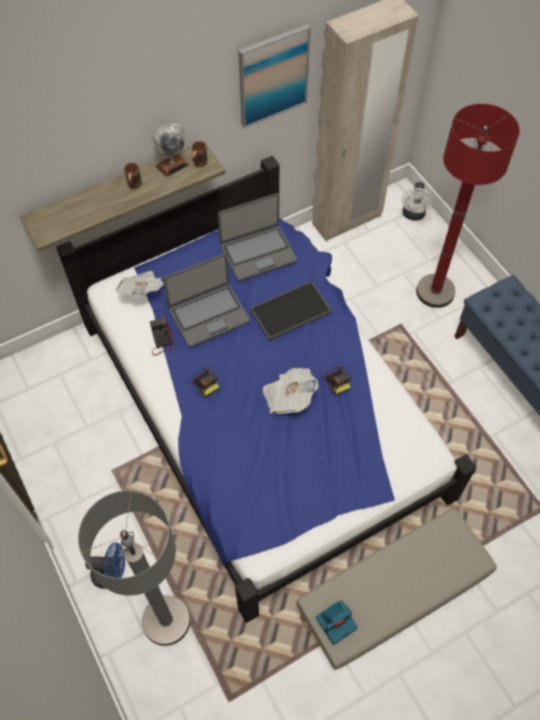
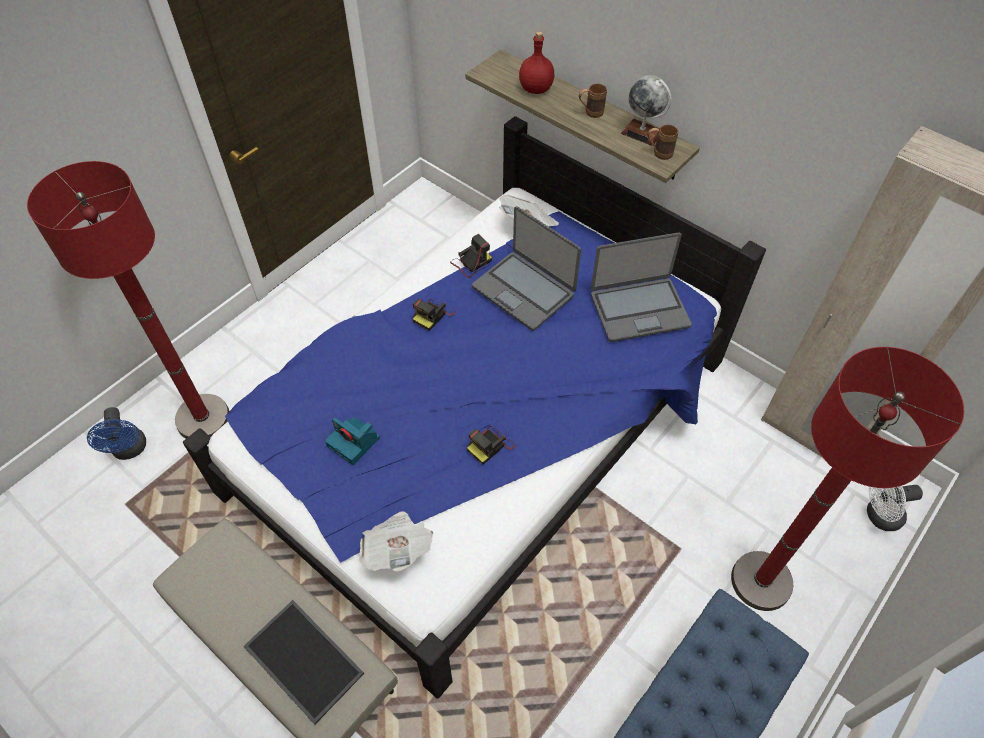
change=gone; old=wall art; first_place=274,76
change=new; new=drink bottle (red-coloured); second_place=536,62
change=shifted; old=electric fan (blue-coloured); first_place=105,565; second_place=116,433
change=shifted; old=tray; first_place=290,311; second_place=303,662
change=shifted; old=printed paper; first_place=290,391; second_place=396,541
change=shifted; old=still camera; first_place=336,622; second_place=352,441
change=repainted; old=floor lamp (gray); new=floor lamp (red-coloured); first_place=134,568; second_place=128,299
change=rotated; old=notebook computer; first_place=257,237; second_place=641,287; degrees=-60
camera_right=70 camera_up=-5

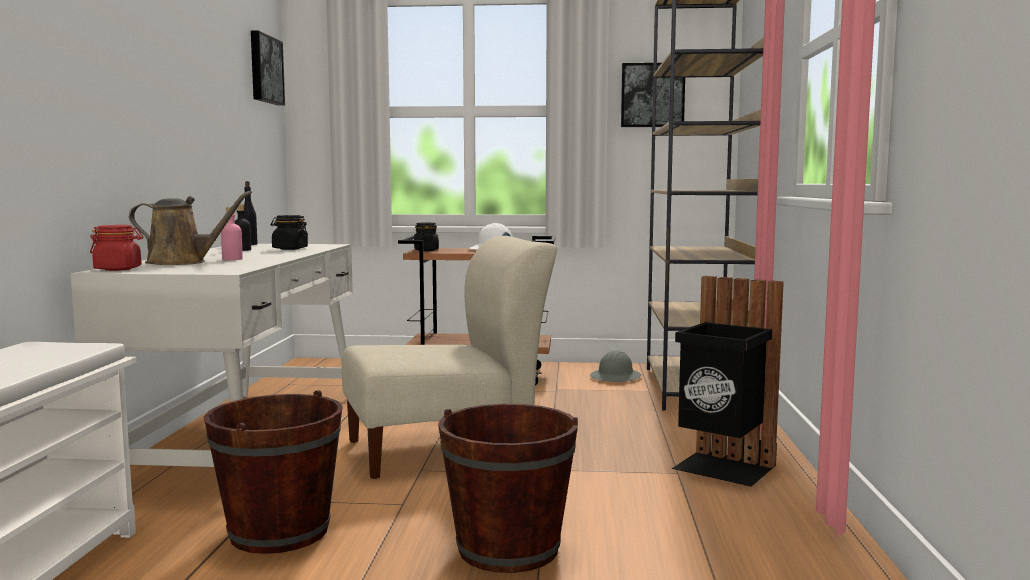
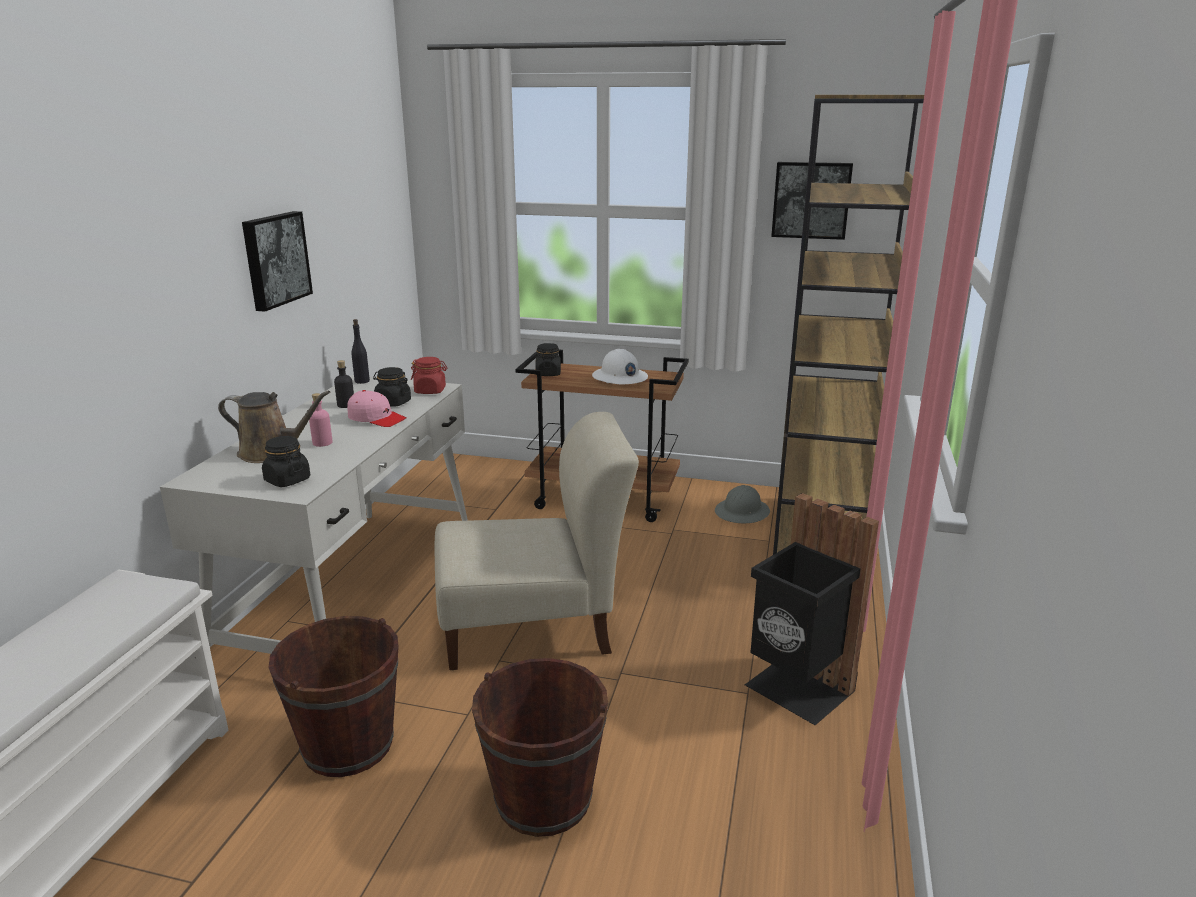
change=new; new=preserve jar (blackish); second_place=286,461
change=new; new=cap (pink-coloured); second_place=376,408
change=shifted; old=preserve jar (red-coloured); first_place=116,248; second_place=429,375
change=shifted; old=wall art; first_place=268,68; second_place=277,261
camera_right=10 camera_up=15

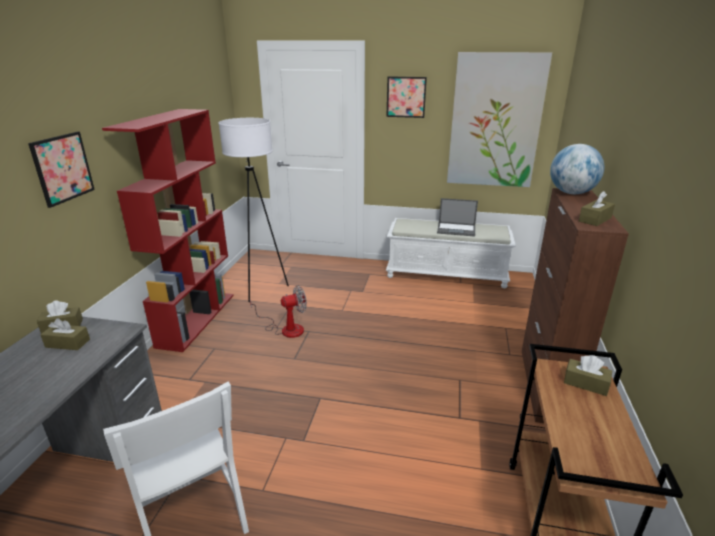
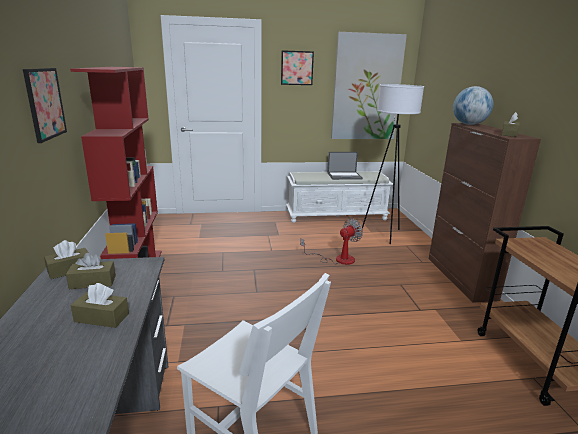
change=shifted; old=floor lamp (whitish); first_place=253,210; second_place=393,164
change=shifted; old=electric fan; first_place=278,312; second_place=331,242
change=shifted; old=tissue holder (brownish); first_place=588,375; second_place=100,305
camera_right=-20 camera_up=-5

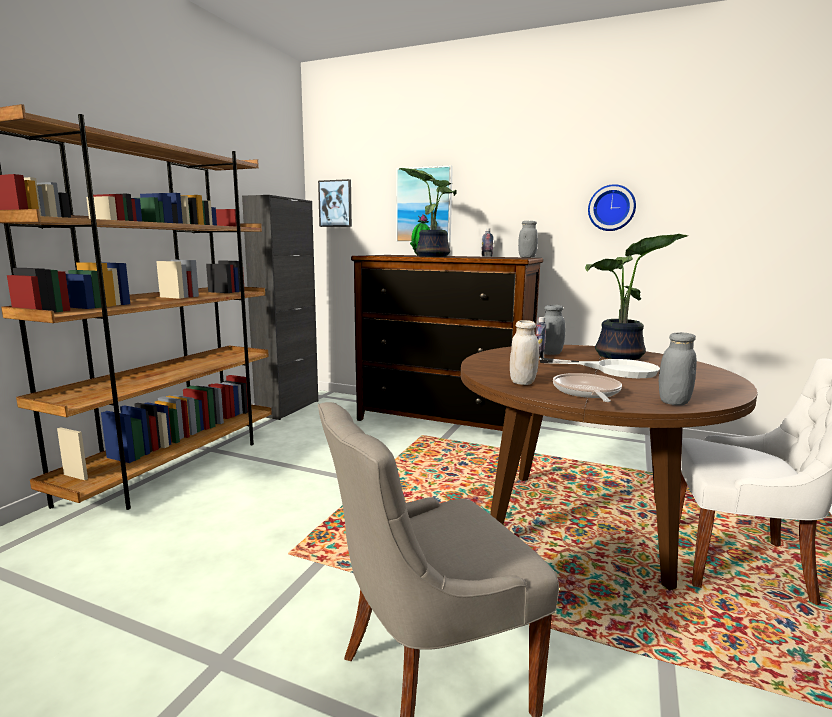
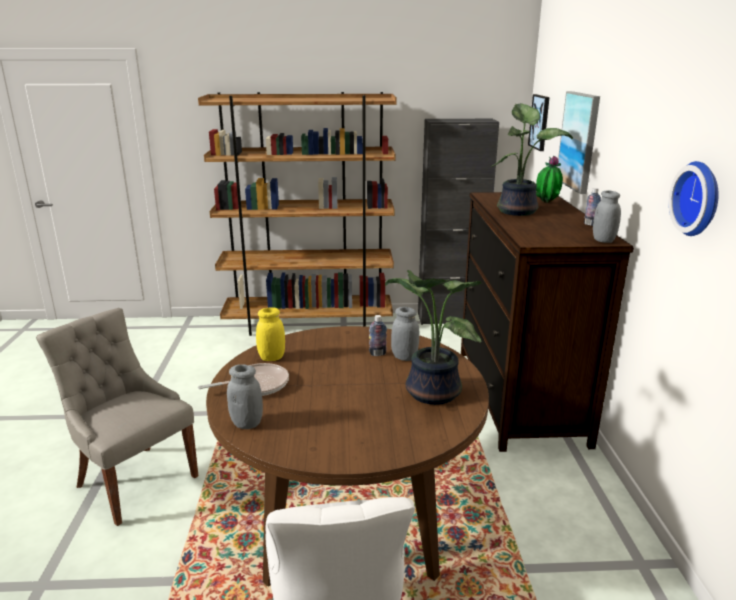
change=gone; old=frying pan (whitish); first_place=599,368
change=repainted; old=preserve jar (whitish); new=preserve jar (yellowish); first_place=524,352; second_place=270,334
camera_right=65 camera_up=10

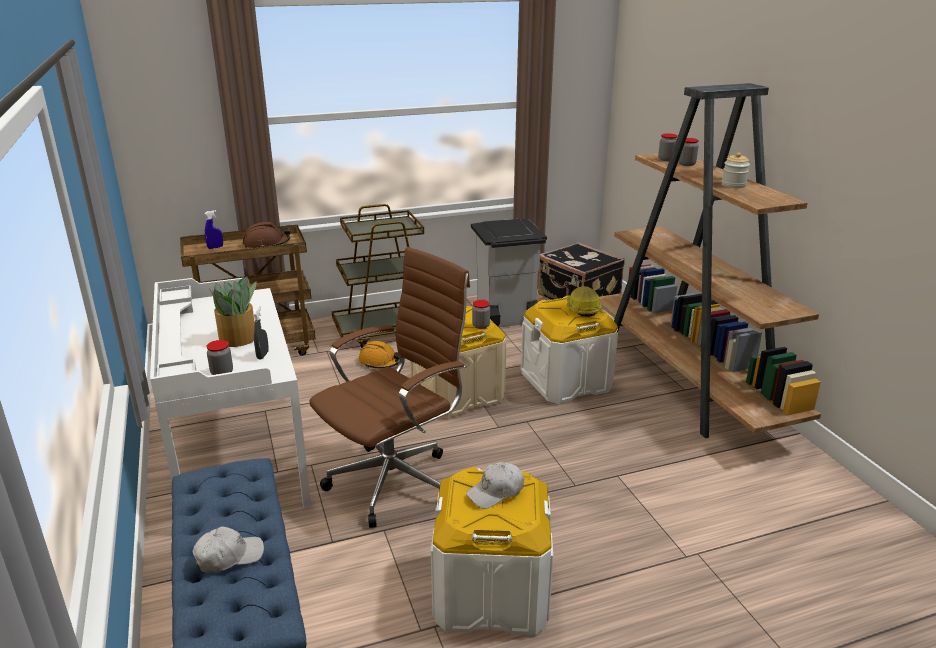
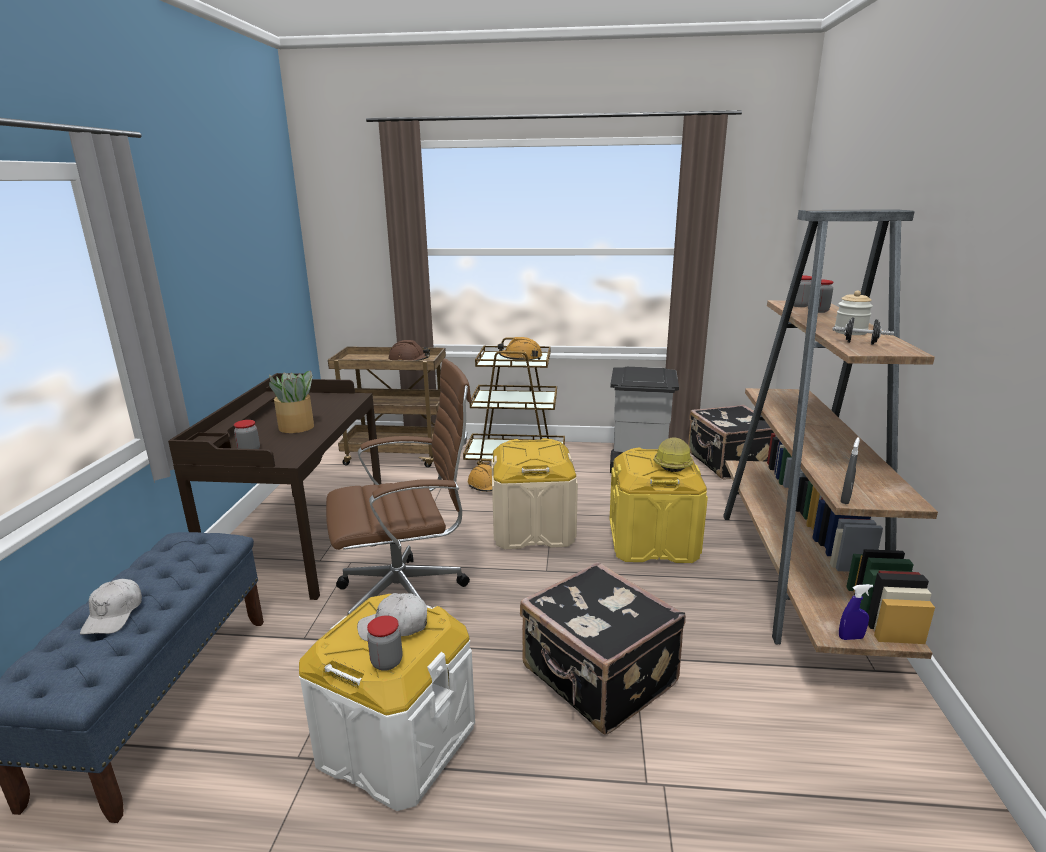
change=new; new=safety helmet (orangey); second_place=520,348
change=new; new=travel case (blackish); second_place=603,648
change=new; new=dumbbell (blackish); second_place=863,331
change=shifted; old=spray bottle (blue-coloured); first_place=214,229; second_place=856,612
change=shifted; old=spray bottle (gray); first_place=261,332; second_place=850,470
change=shifted; old=preserve jar; first_place=481,314; second_place=385,643
change=repainted; old=desk unit (whitish); new=desk unit (brownish); first_place=231,393; second_place=274,486
change=repainted; old=storage box (whitish); new=storage box (yellowish); first_place=569,350; second_place=659,505
change=rotated; old=cap (whitish); first_place=228,549; second_place=111,607; degrees=90
camera_right=25 camera_up=-5

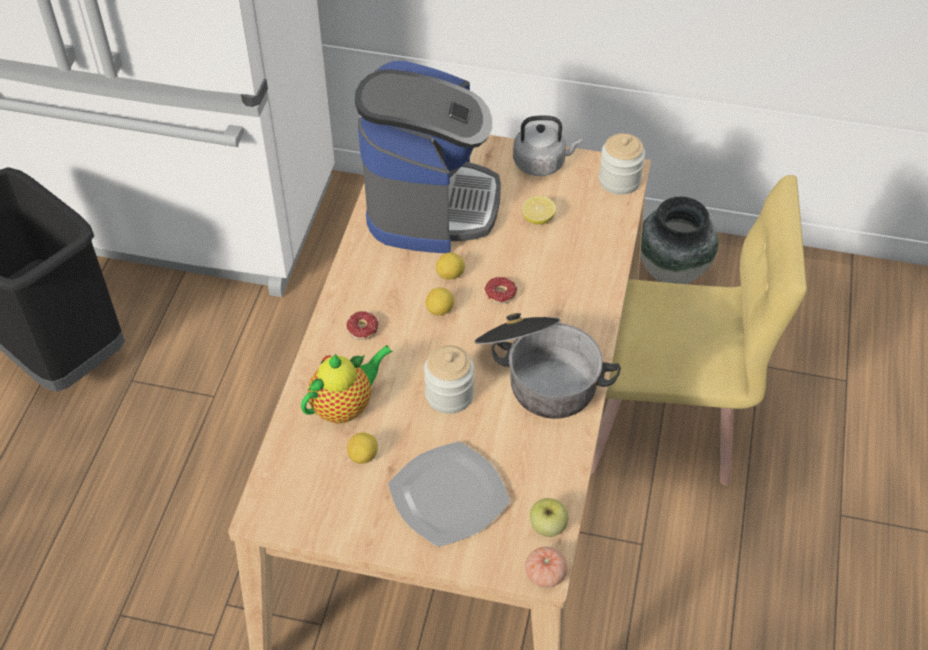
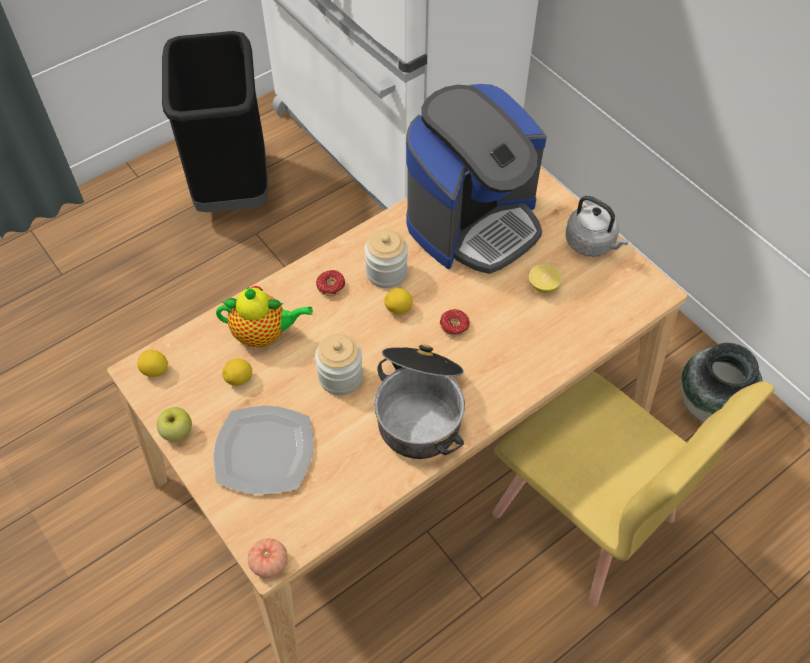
change=shifted; old=whole lemon; first_place=450,266; second_place=152,363
change=shifted; old=apple; first_place=549,517; second_place=174,424
change=shifted; old=preserve jar; first_place=622,164; second_place=386,258
camera_right=40 camera_up=5

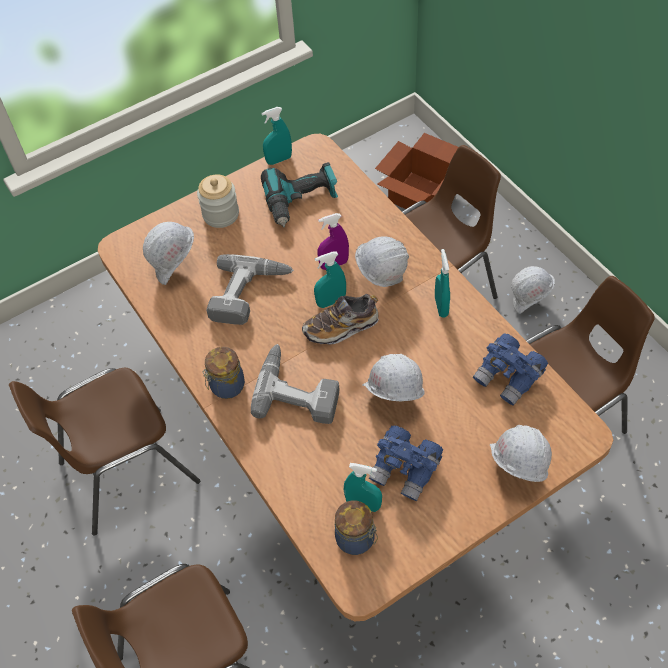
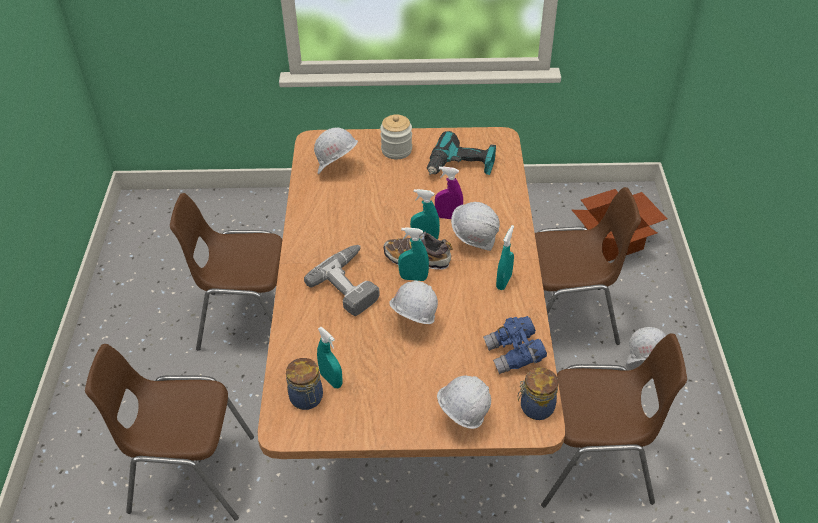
change=gone; old=drill; first_place=250,289
change=gone; old=field glasses (blue-coloured); first_place=406,463
change=shifted; old=preserve jar; first_place=223,373; second_place=538,393
change=shifted; old=spray bottle (turquoise); first_place=277,136; second_place=413,254
camera_right=30 camera_up=-10

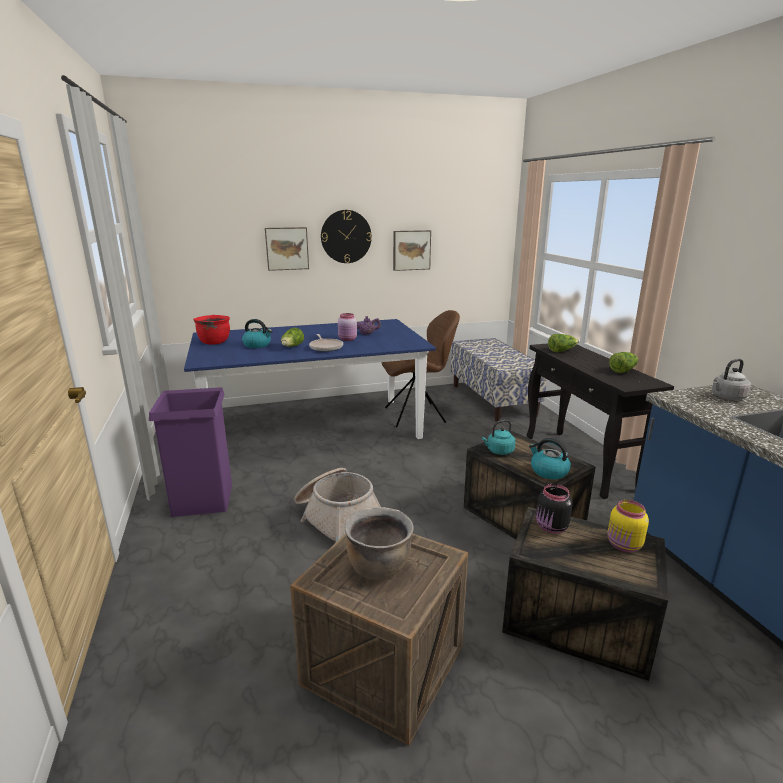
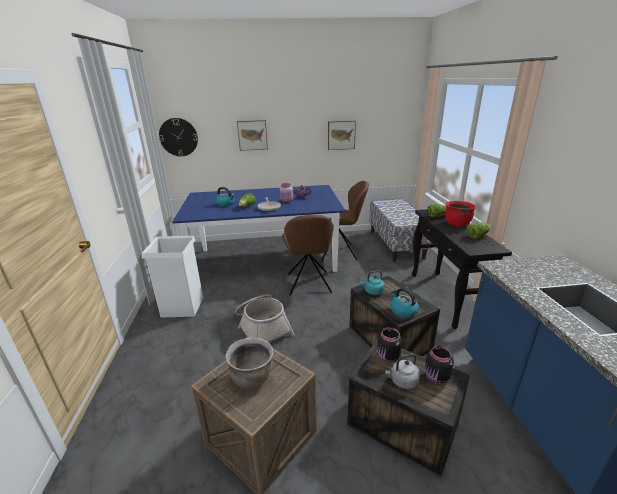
change=new; new=upright chair (brownish); second_place=308,255
change=shifted; old=cooking pot (red-coloured); first_place=211,330; second_place=460,214
change=shifted; old=hanging clock; first_place=346,236; second_place=178,137
change=shifted; old=kettle (gray); first_place=731,379; second_place=402,371
change=repainted; old=trash can (purplish); new=trash can (whitish); first_place=190,452; second_place=172,277
change=repainted; old=preserve jar (yellowish); new=preserve jar (blackish); first_place=628,526; second_place=439,365
camera_right=10 camera_up=5

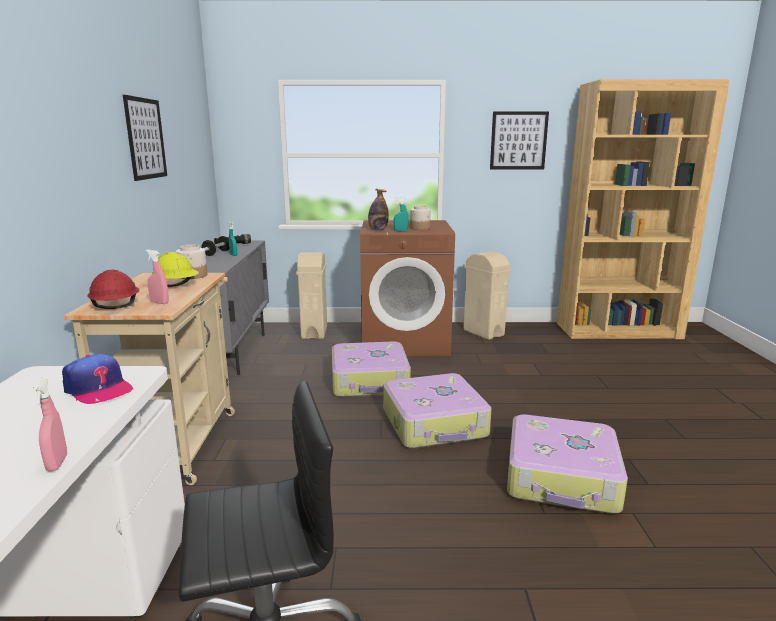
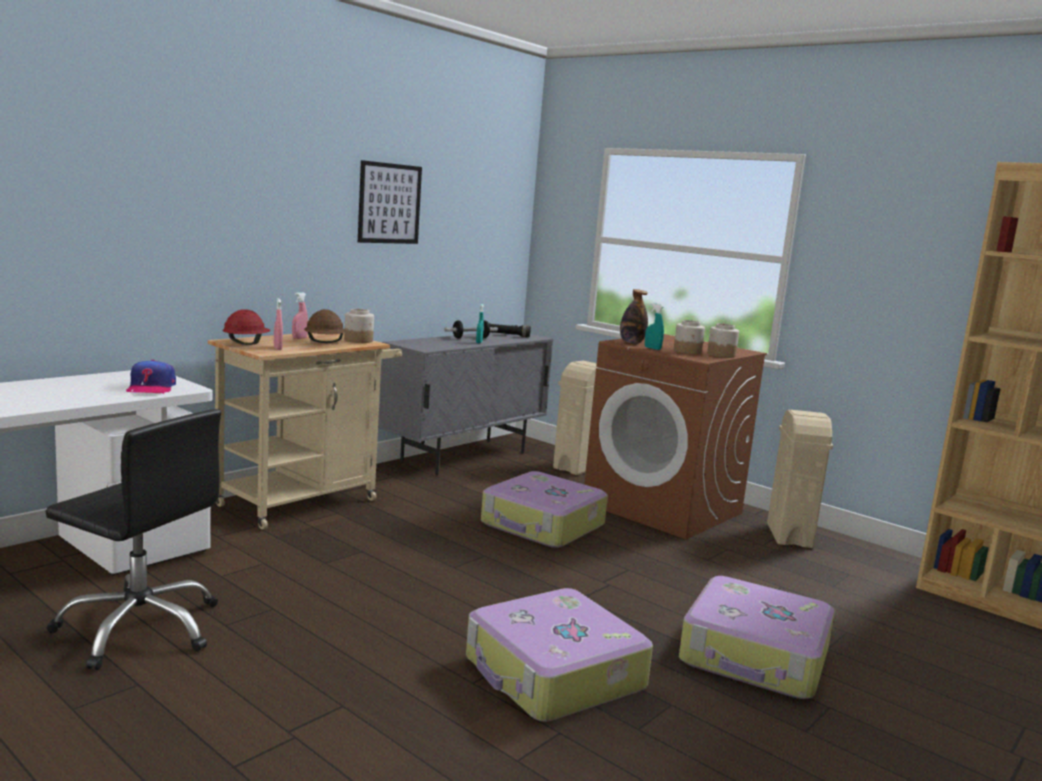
change=gone; old=wall art; first_place=519,140
change=new; new=preserve jar; second_place=723,340
change=shifted; old=spray bottle (pink-coloured); first_place=49,424; second_place=300,315
change=shifted; old=travel case; first_place=437,411; second_place=757,637
change=repainted; old=safety helmet (yellowish); new=safety helmet (brownish); first_place=175,269; second_place=324,326
camera_right=40 camera_up=-5

